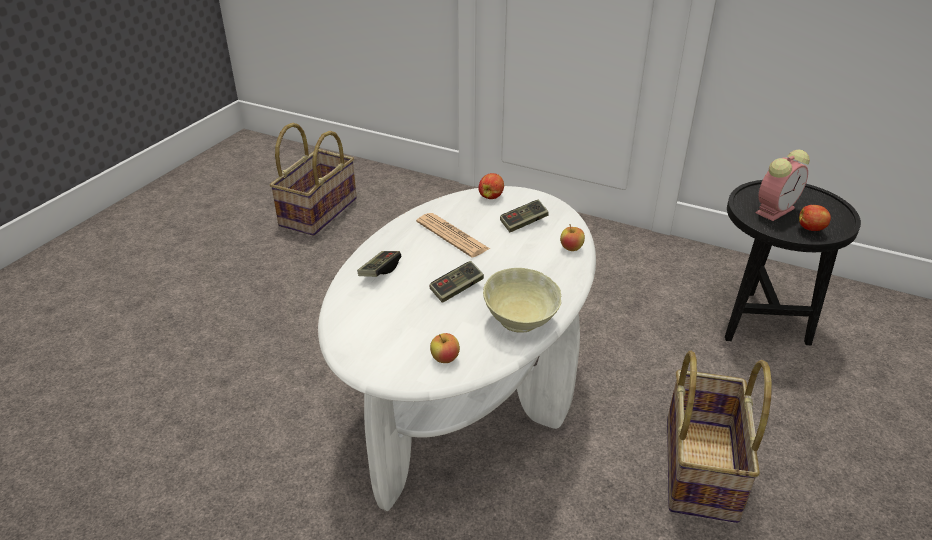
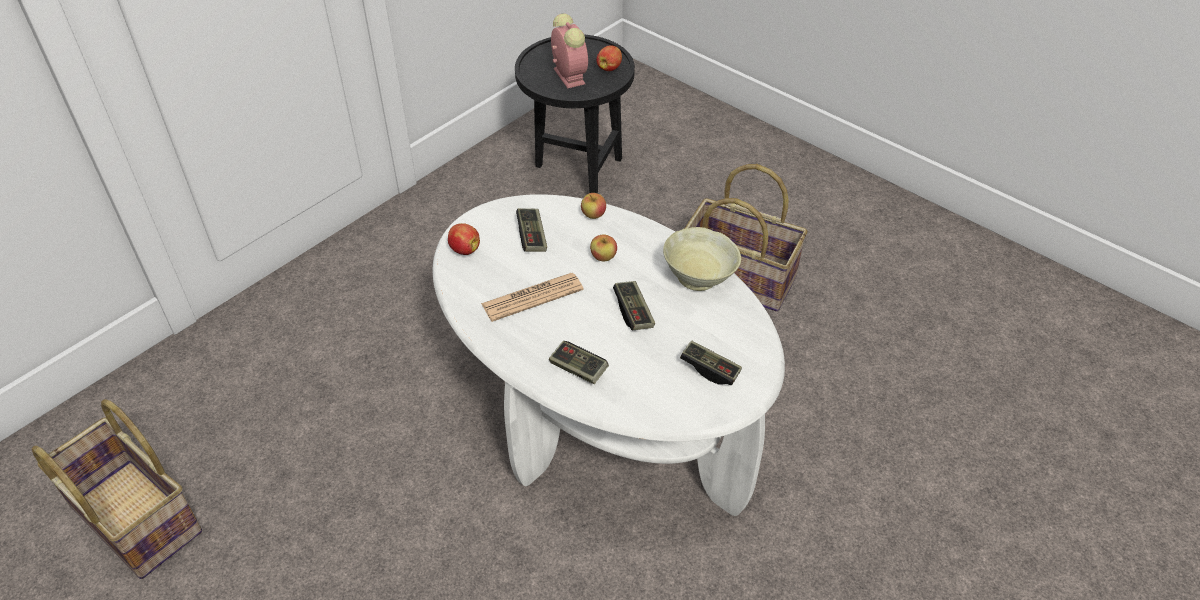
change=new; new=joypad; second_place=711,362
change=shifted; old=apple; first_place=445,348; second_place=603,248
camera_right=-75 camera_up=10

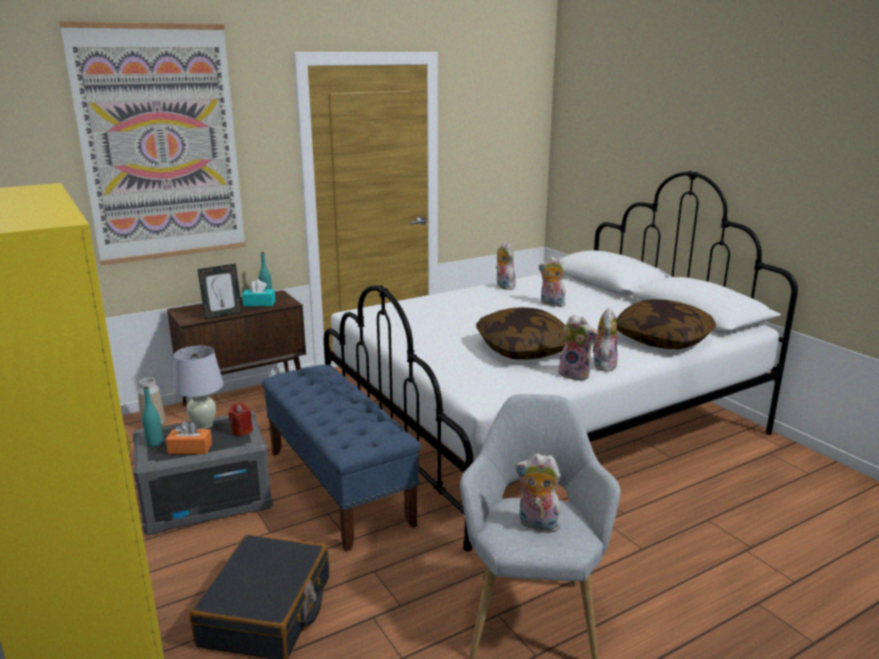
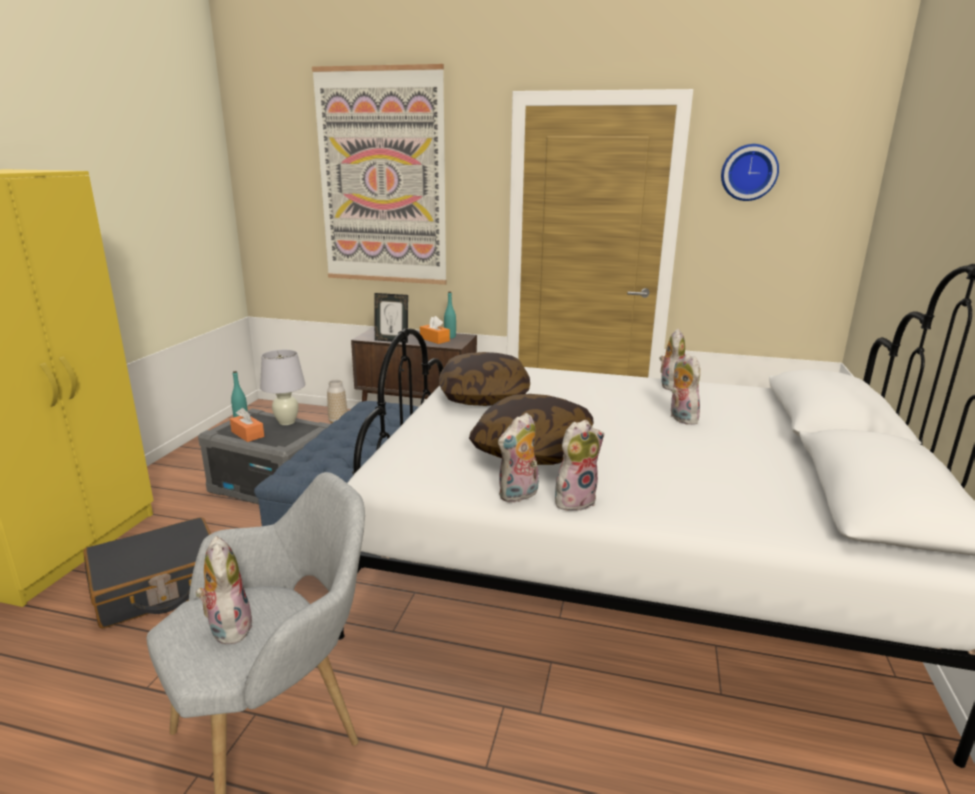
change=gone; old=candle (red-coloured); first_place=240,419
change=new; new=hanging clock; second_place=750,172
change=shifted; old=pillow; first_place=666,324; second_place=484,379
change=repainted; old=tissue holder (turquoise); new=tissue holder (orangey); first_place=259,292; second_place=435,330
change=rotated; old=cuddly toy; first_place=578,348; second_place=518,458; degrees=60
camera_right=45 camera_up=0

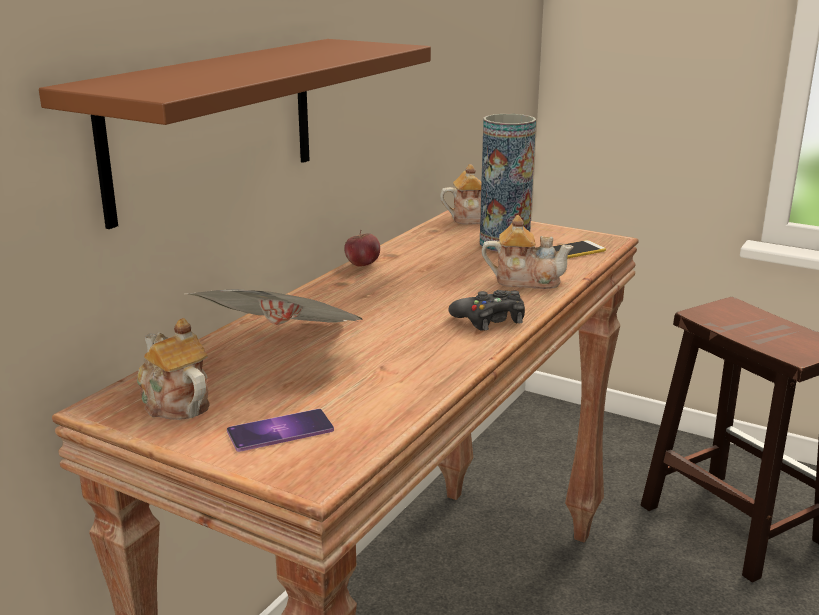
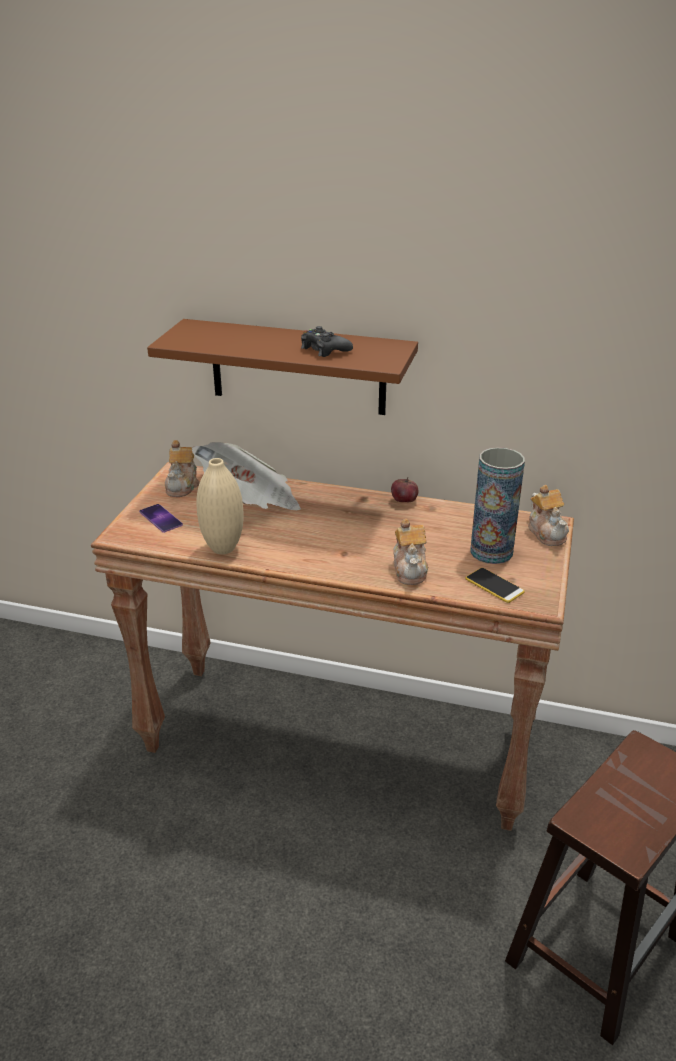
change=new; new=decorative vase (beige); second_place=219,506
change=shifted; old=joypad (blackish); first_place=487,310; second_place=327,341
change=rotated; old=teapot; first_place=173,369; second_place=182,468; degrees=150
camera_right=75 camera_up=10

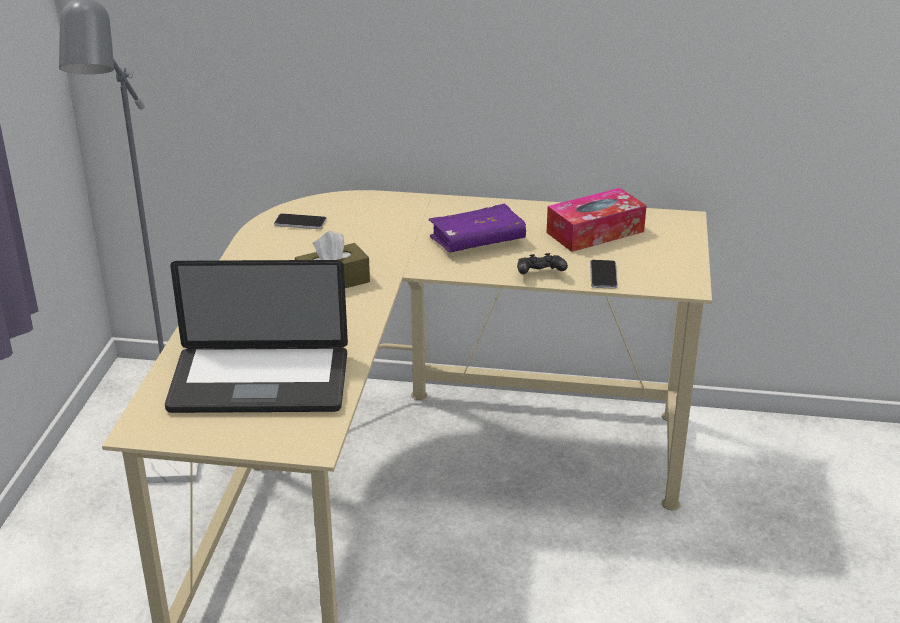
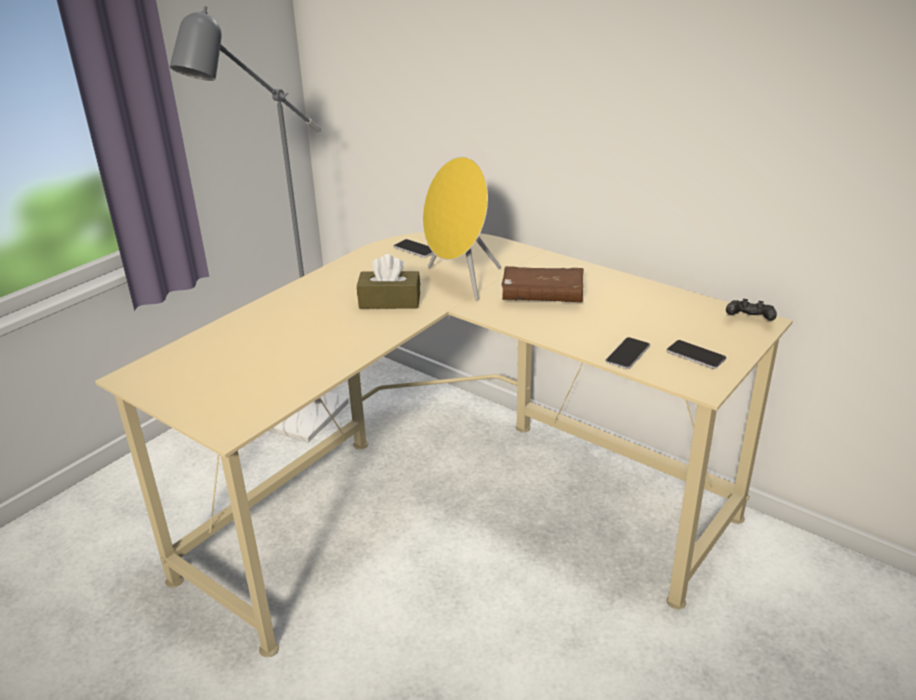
change=gone; old=notebook computer; first_place=256,336
change=gone; old=tissue holder; first_place=596,220
change=new; new=speaker (yellowish); second_place=462,229
change=new; new=handset; second_place=696,354
change=shifted; old=joypad (blackish); first_place=542,263; second_place=751,310
change=repainted; old=volume (purplish); new=volume (brownish); first_place=477,228; second_place=543,284
camera_right=30 camera_up=0

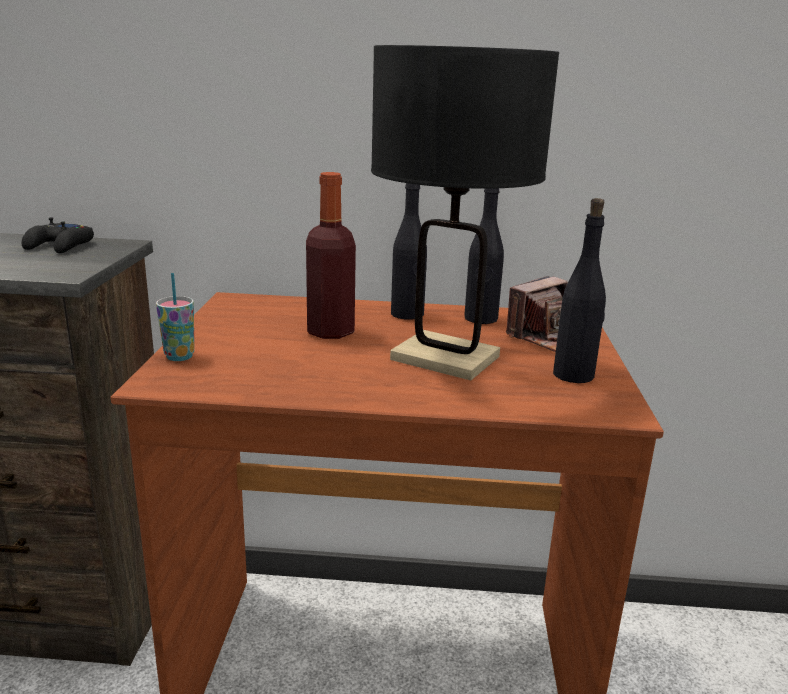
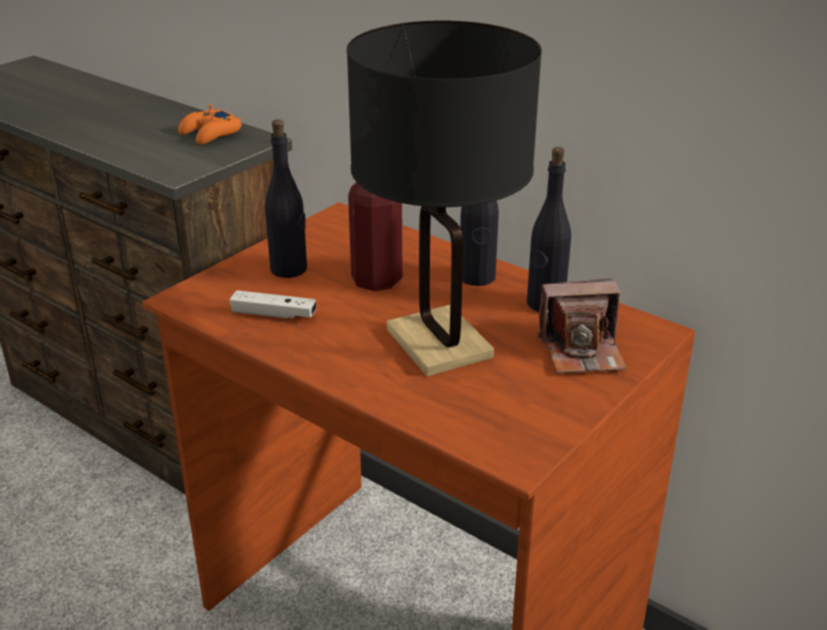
change=gone; old=small cup; first_place=175,317
change=new; new=joypad (whitish); second_place=273,304
change=shifted; old=drink bottle (blackish); first_place=579,290; second_place=286,199
change=repainted; old=joypad (blackish); new=joypad (orangey); first_place=57,235; second_place=210,124
camera_right=35 camera_up=10

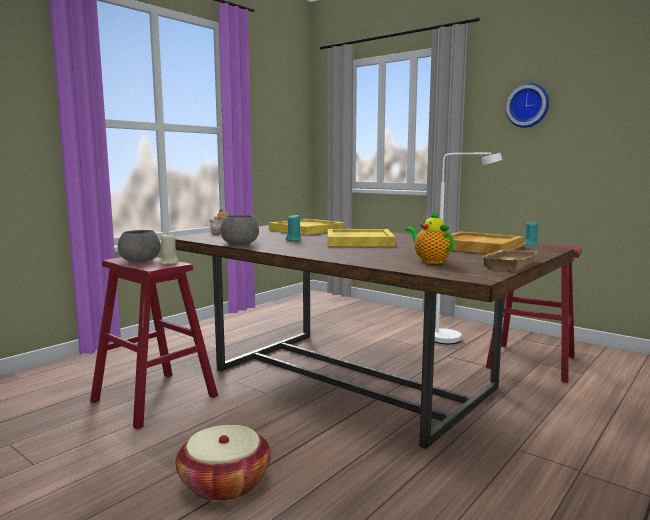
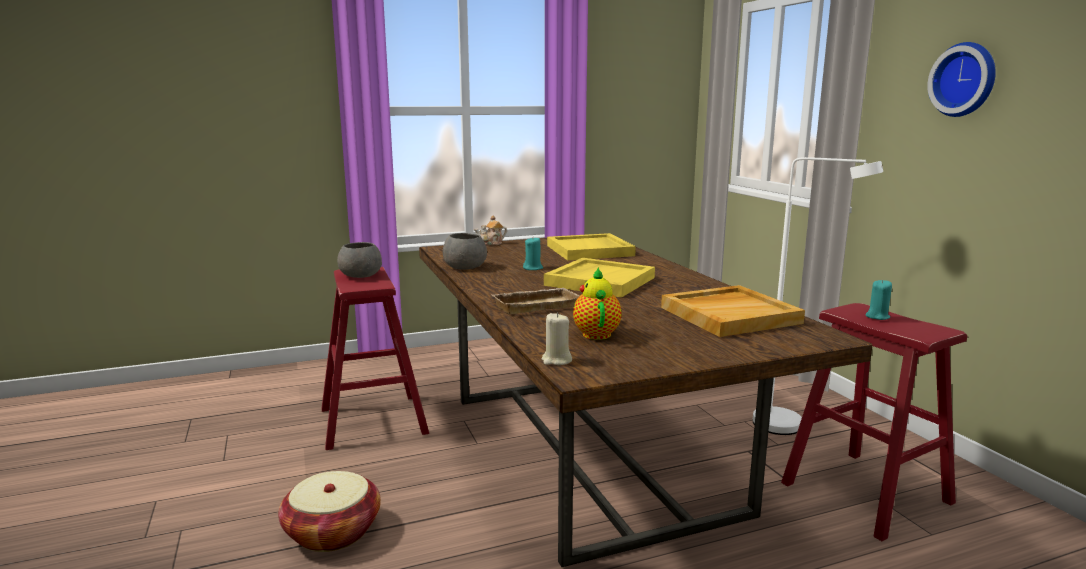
change=shifted; old=candle (beige); first_place=169,249; second_place=557,338
change=shifted; old=tray (beige); first_place=509,260; second_place=535,301
camera_right=30 camera_up=5

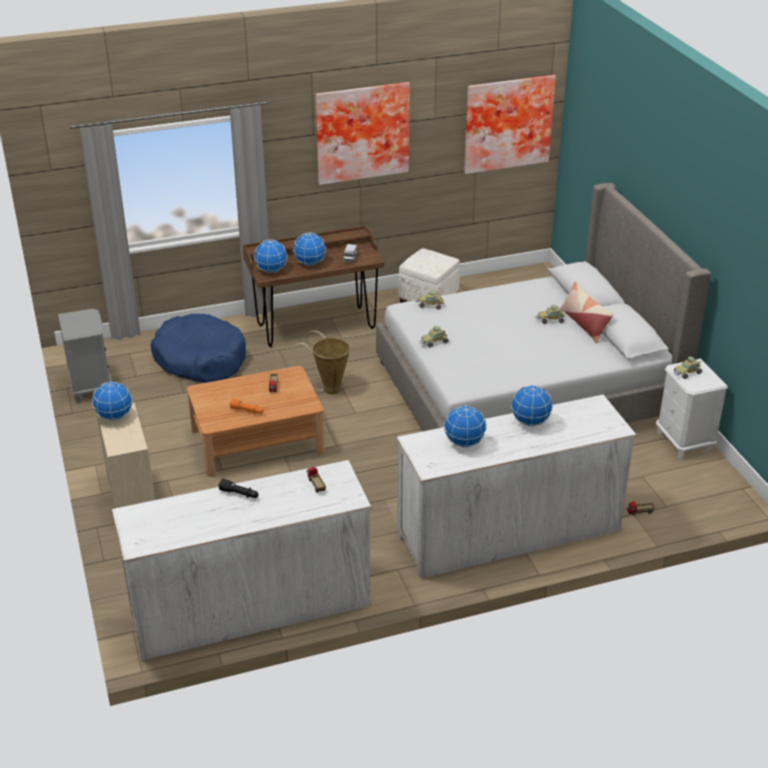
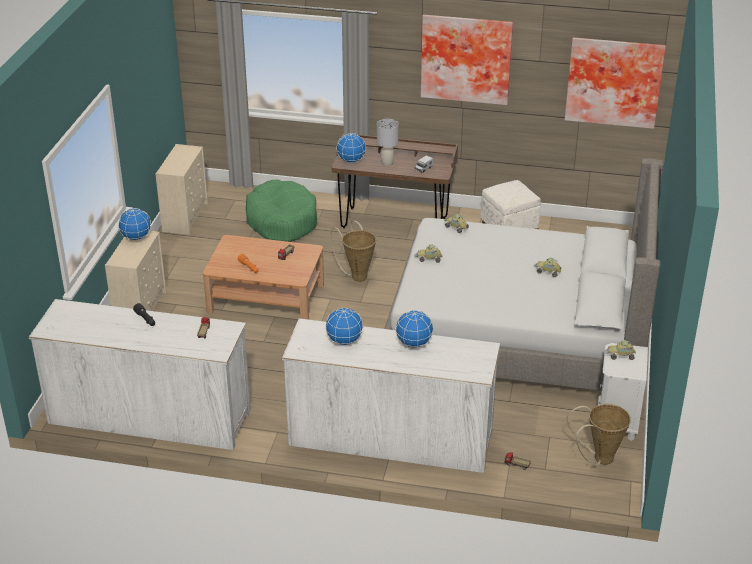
change=gone; old=pillow; first_place=587,312
change=new; new=basket; second_place=598,435
change=swapped; old=night table (gray); new=dresser (beige); first_place=85,355; second_place=181,189
change=swapped; old=desk globe; new=table lamp (gray); first_place=309,249; second_place=388,142
change=repainted; old=dog bed (blue-coloured); new=dog bed (green); first_place=198,348; second_place=281,210
camera_right=30 camera_up=0

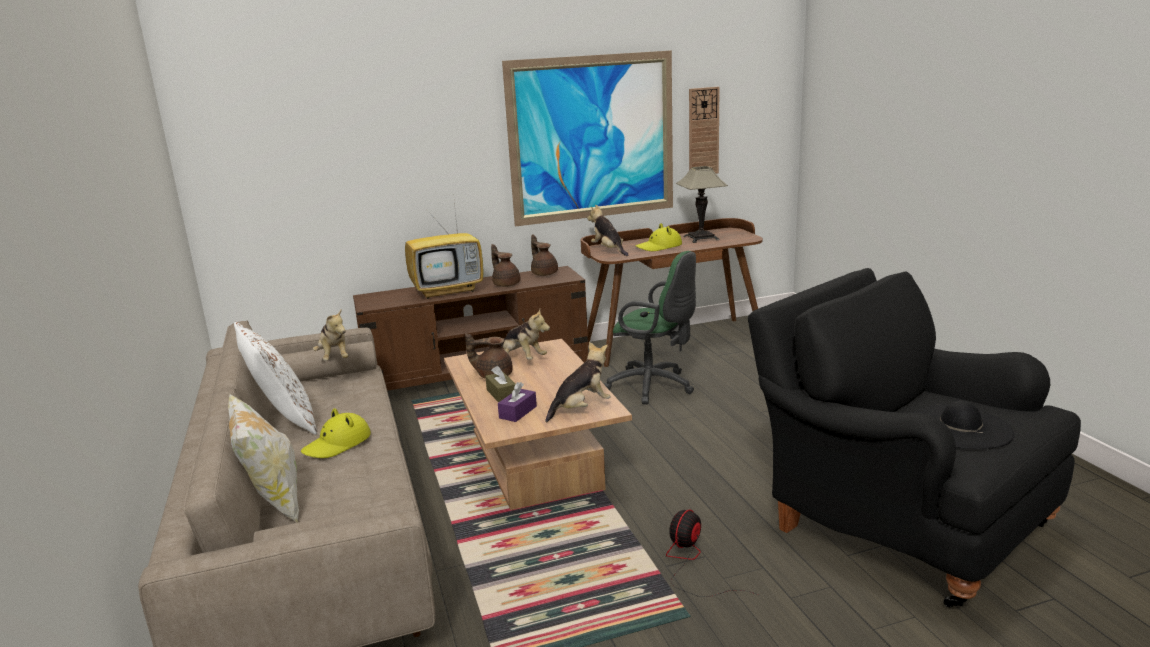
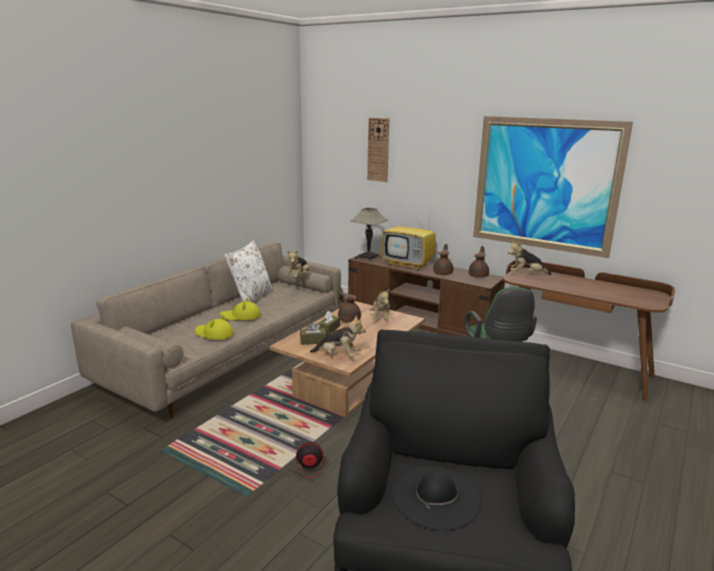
change=gone; old=pillow; first_place=263,458
change=shifted; old=wearable hat (yellowish); first_place=658,237; second_place=214,327
change=shifted; old=table lamp; first_place=702,204; second_place=369,234
change=shifted; old=hanging clock; first_place=704,130; second_place=378,150
change=repainted; old=tissue holder (purplish); new=tissue holder (brownish); first_place=517,402; second_place=313,333
change=rotated; old=cuddly toy; first_place=608,230; second_place=530,258; degrees=-105
camera_right=50 camera_up=0

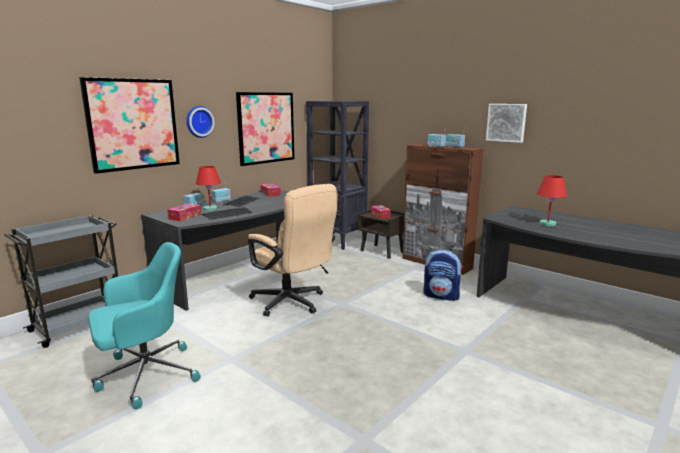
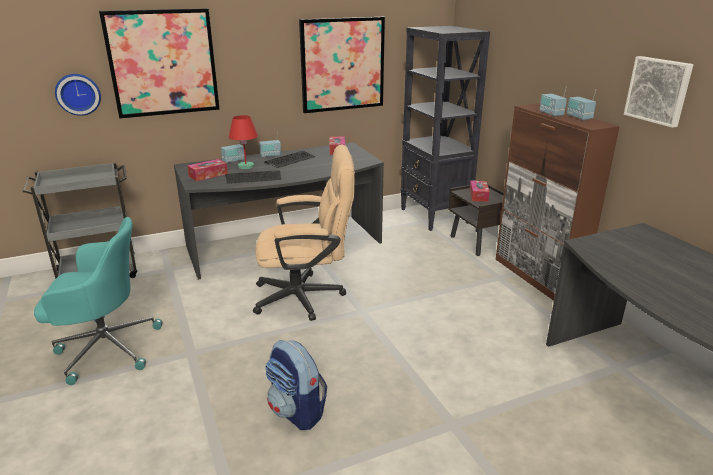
change=gone; old=table lamp (red-coloured); first_place=552,200
change=shifted; old=hanging clock; first_place=200,122; second_place=78,95
change=shifted; old=backpack; first_place=443,275; second_place=296,385
change=rotated; old=computer chair (beige); first_place=292,250; second_place=304,233; degrees=-75
camera_right=25 camera_up=10

